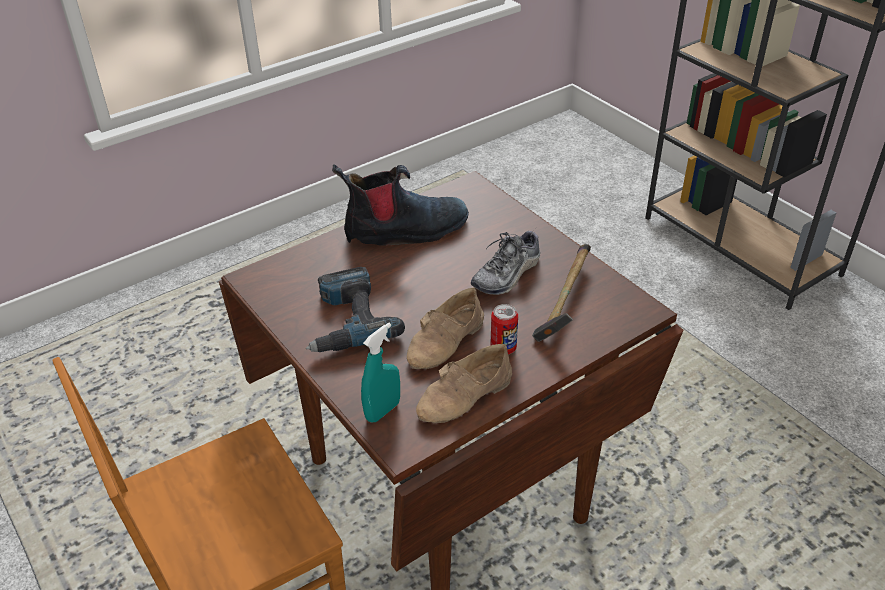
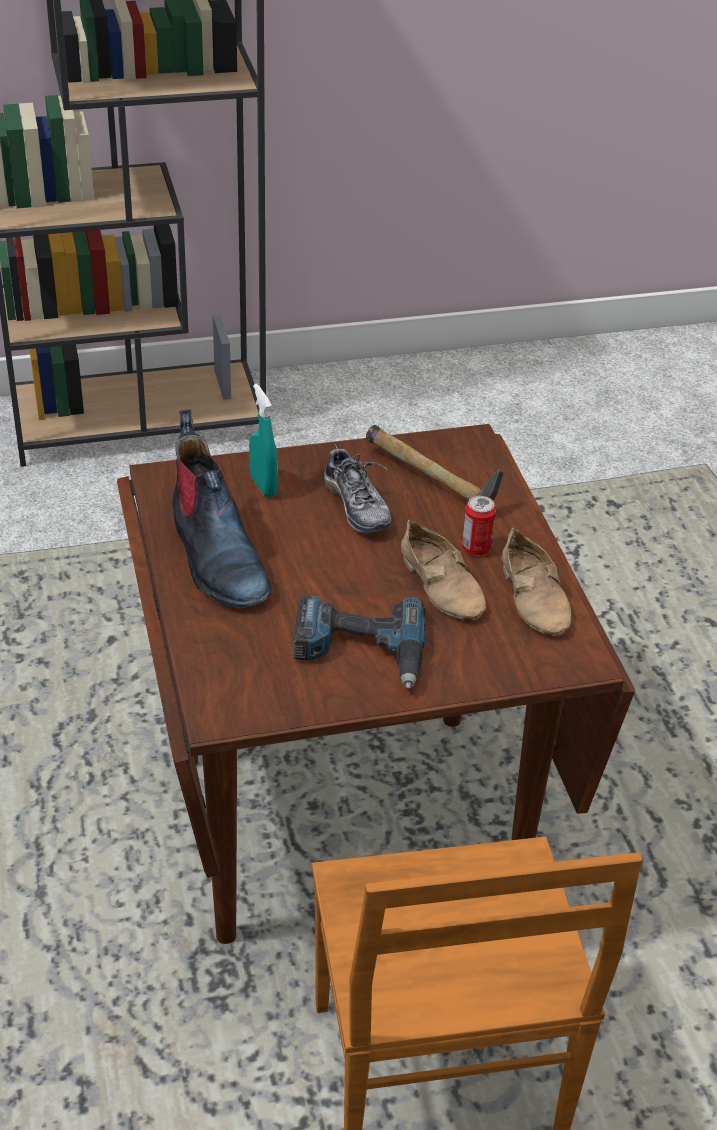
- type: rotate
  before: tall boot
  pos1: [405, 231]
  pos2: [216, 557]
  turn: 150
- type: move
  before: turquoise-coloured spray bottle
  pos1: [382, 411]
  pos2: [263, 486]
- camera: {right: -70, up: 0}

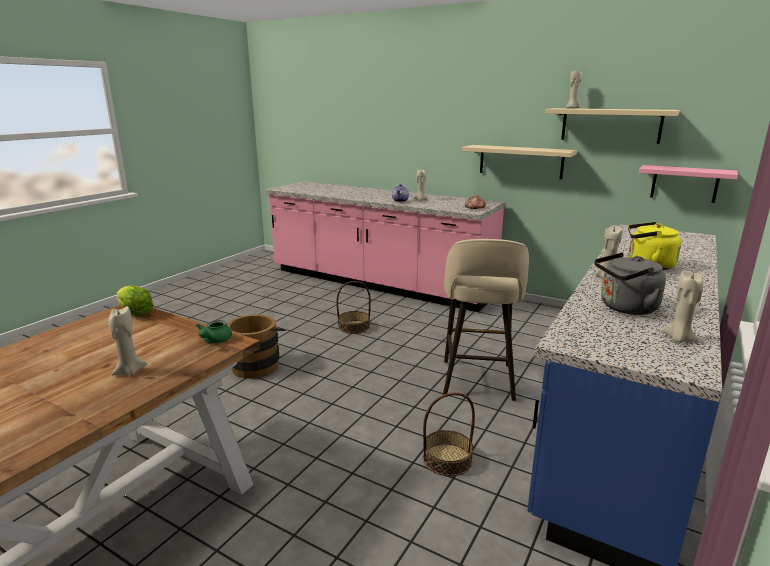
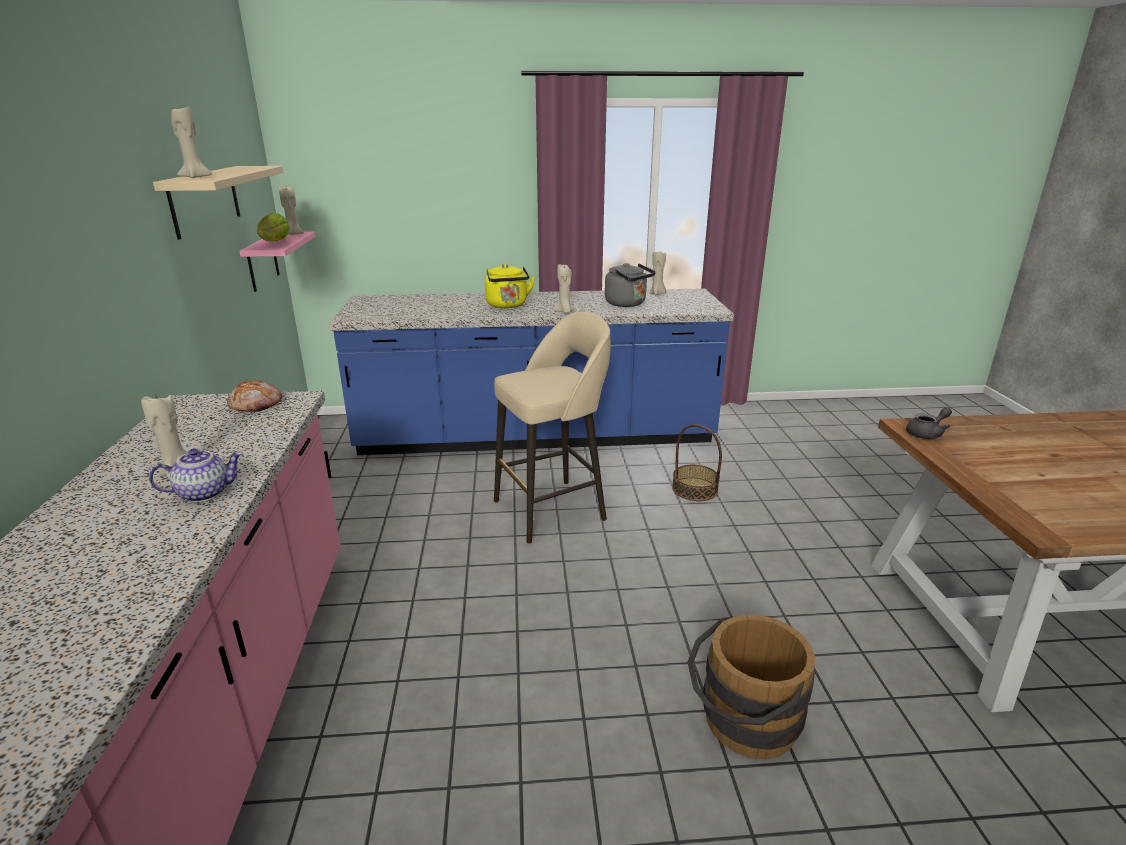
- type: delete
  before: sand-coloured shelf
  pos1: [520, 161]
- type: delete
  before: basket
  pos1: [354, 327]
- type: move
  before: lettuce
  pos1: [135, 313]
  pos2: [275, 241]
- type: move
  before: sand-coloured wax candle
  pos1: [129, 371]
  pos2: [293, 234]
- type: recolor
  before: green pot for tea
  after: greyish pot for tea
  pos1: [214, 341]
  pos2: [927, 434]
- camera: {right: -125, up: 5}

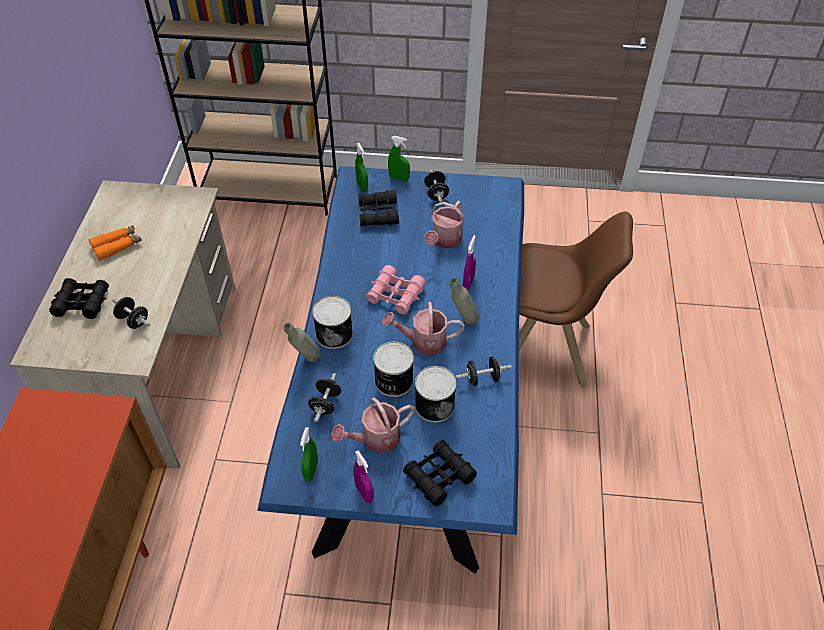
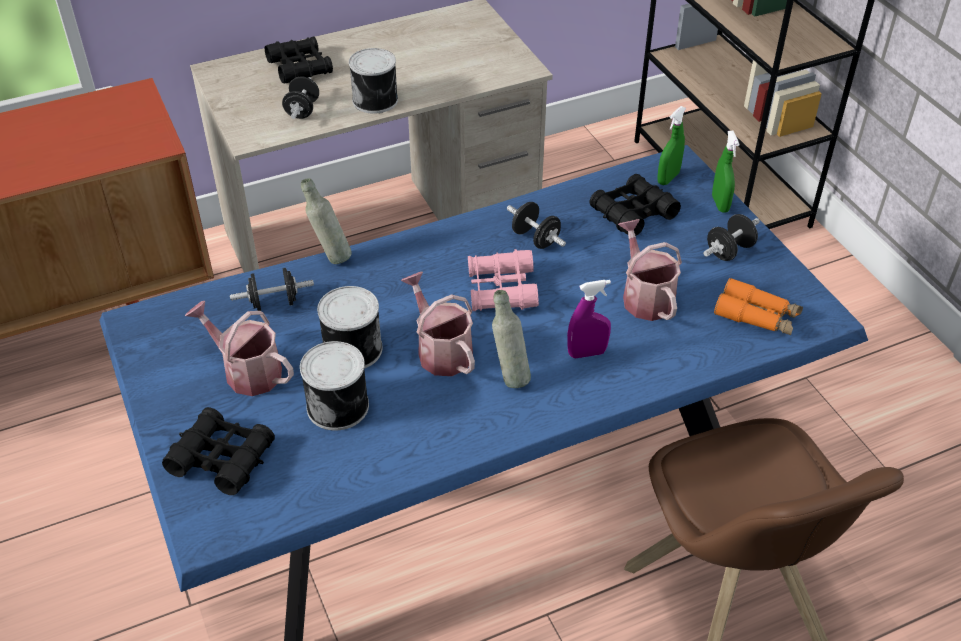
- type: rotate
  before: watering pot
  pos1: [444, 241]
  pos2: [645, 296]
  turn: 75
- type: move
  before: orangey binoculars
  pos1: [117, 246]
  pos2: [757, 316]
- type: move
  before: can
  pos1: [334, 333]
  pos2: [376, 100]
- type: move
  before: black hand weight
  pos1: [482, 378]
  pos2: [535, 238]
- type: delete
  before: green spray bottle
  pos1: [311, 471]
- type: delete
  before: purplish spray bottle
  pos1: [364, 493]
- camera: {right: 60, up: -5}

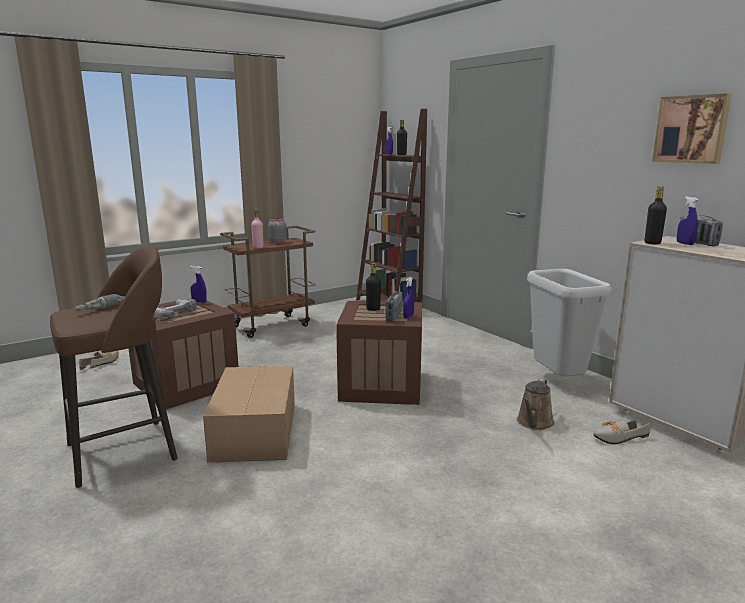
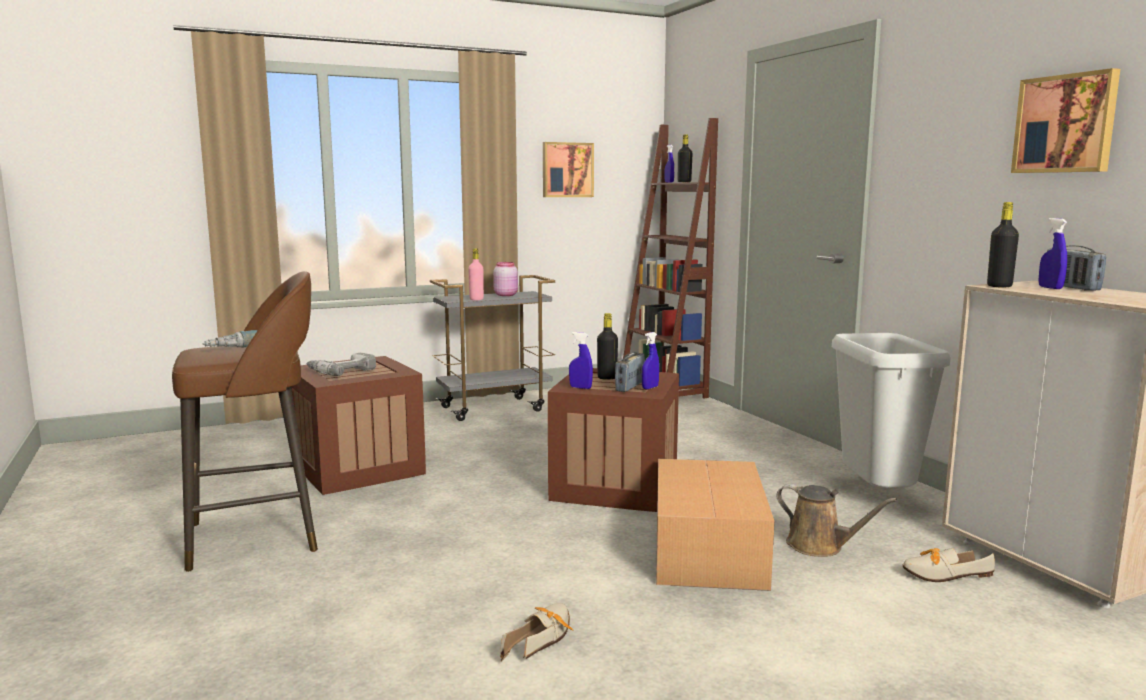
- type: recolor
  before: greyish storage jar
  after: pinkish storage jar
  pos1: [278, 242]
  pos2: [506, 295]
- type: recolor
  before: brown cart
  after: greyish cart
  pos1: [273, 326]
  pos2: [495, 409]
- type: move
  before: bluish spray bottle
  pos1: [199, 302]
  pos2: [580, 388]
- type: move
  before: low shoe
  pos1: [103, 363]
  pos2: [542, 638]
- type: move
  before: cardboard box
  pos1: [256, 429]
  pos2: [709, 548]
- type: rotate
  before: brown watering pot
  pos1: [534, 423]
  pos2: [820, 546]
  turn: -90
- type: insert
  after: picture
  pos2: [567, 170]
- camera: {right: 10, up: -5}

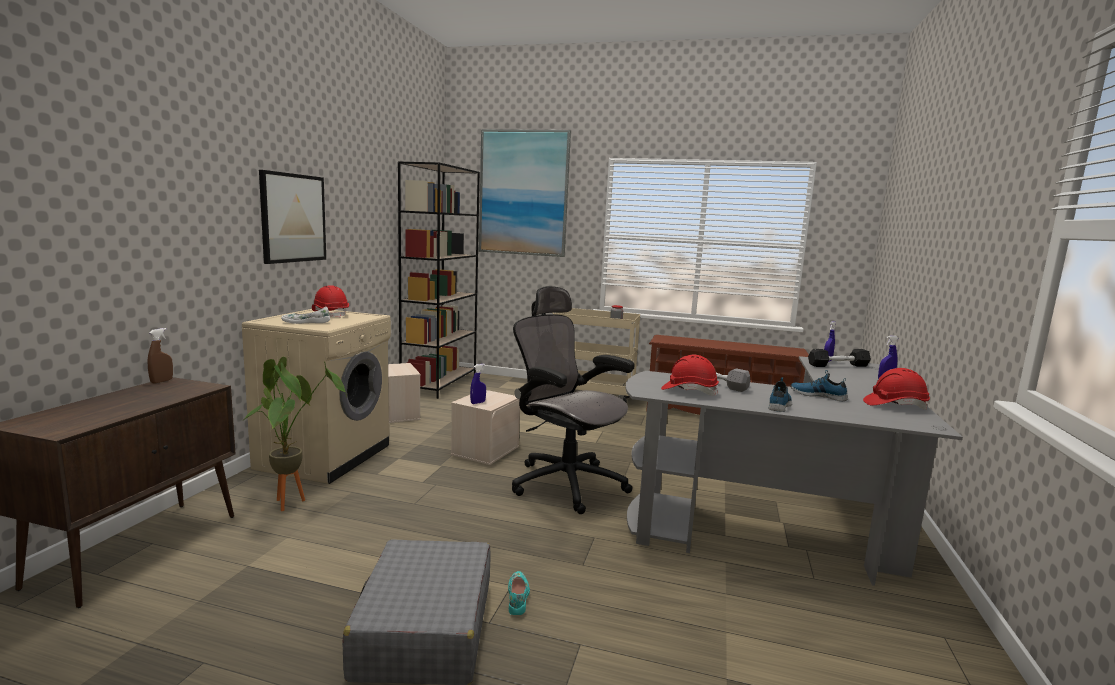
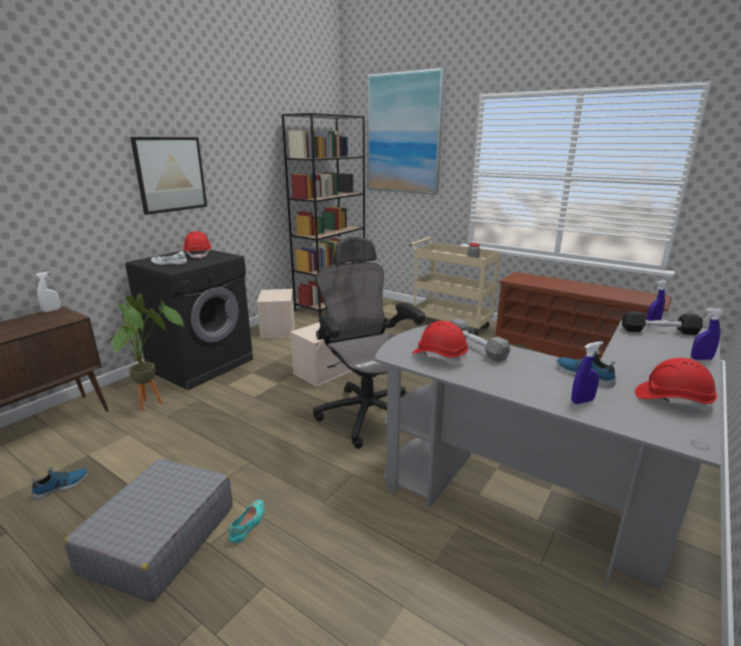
- type: recolor
  before: sand-coloured washing machine
  after: black washing machine
  pos1: [327, 457]
  pos2: [203, 365]
- type: recolor
  before: brown spray bottle
  after: whitish spray bottle
  pos1: [161, 381]
  pos2: [52, 310]
- type: move
  before: bluish spray bottle
  pos1: [478, 403]
  pos2: [582, 401]
- type: move
  before: low shoe
  pos1: [780, 404]
  pos2: [62, 486]
- camera: {right: 20, up: 10}

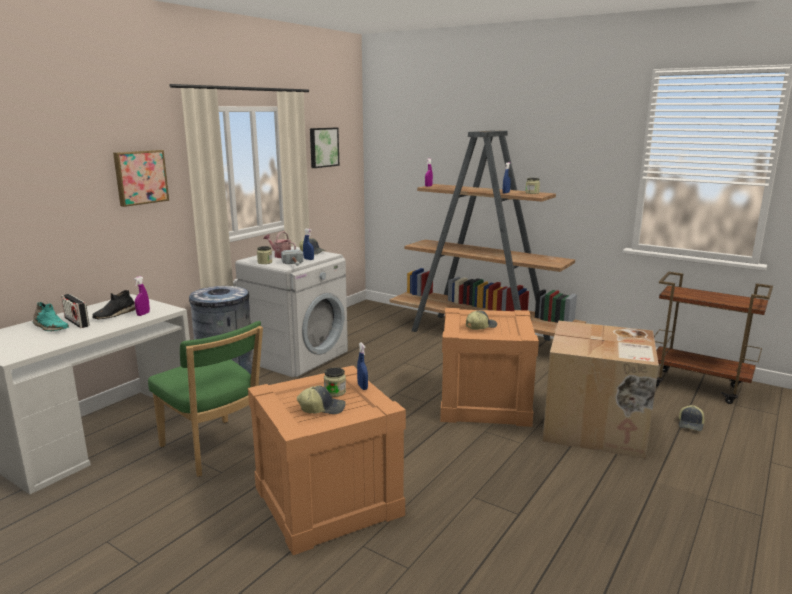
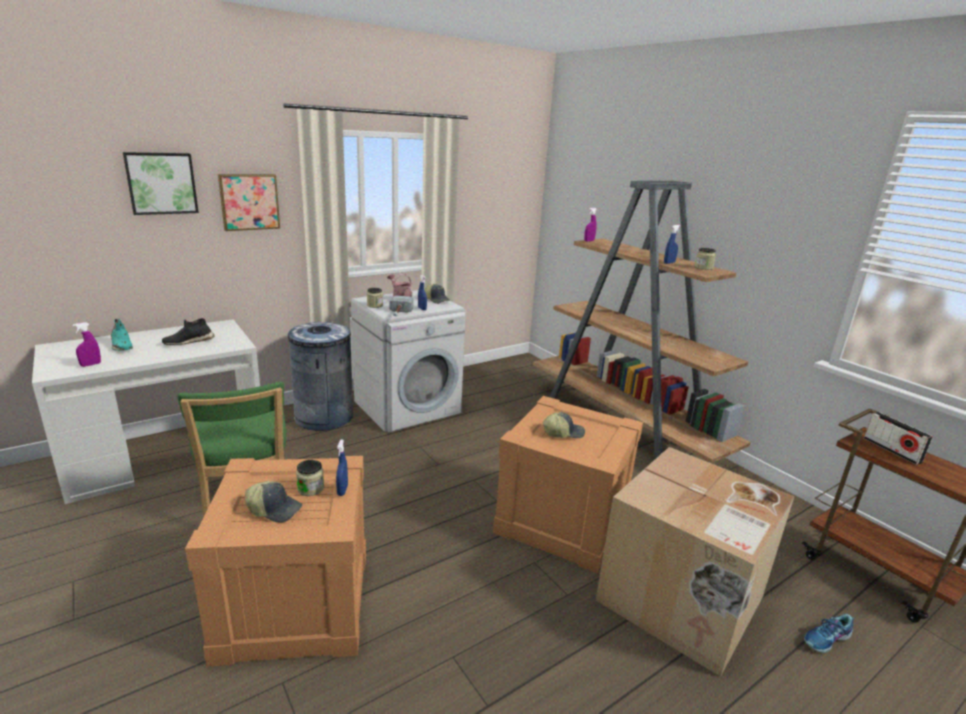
- type: move
  before: picture
  pos1: [323, 147]
  pos2: [161, 183]
- type: move
  before: purplish spray bottle
  pos1: [143, 314]
  pos2: [91, 364]
- type: move
  before: radio
  pos1: [77, 322]
  pos2: [891, 450]
- type: replace
  before: baseball cap
  after: low shoe
  pos1: [691, 424]
  pos2: [827, 640]
- camera: {right: 20, up: 5}

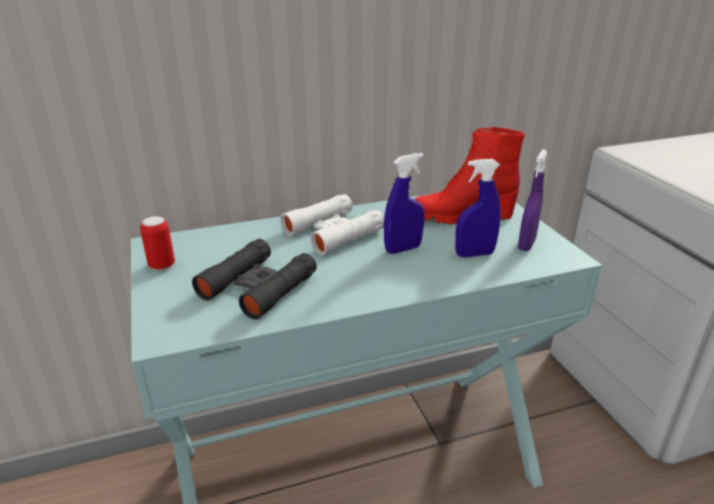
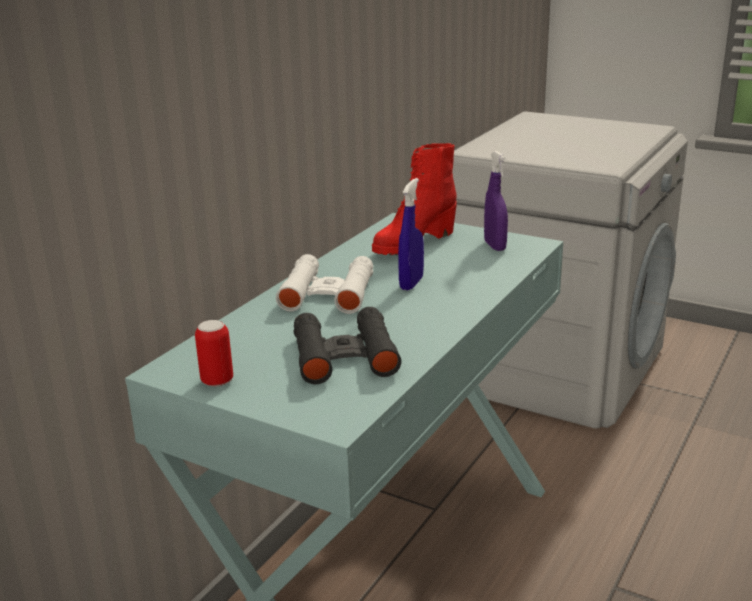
- type: delete
  before: bluish spray bottle
  pos1: [474, 254]
- camera: {right: -40, up: -5}

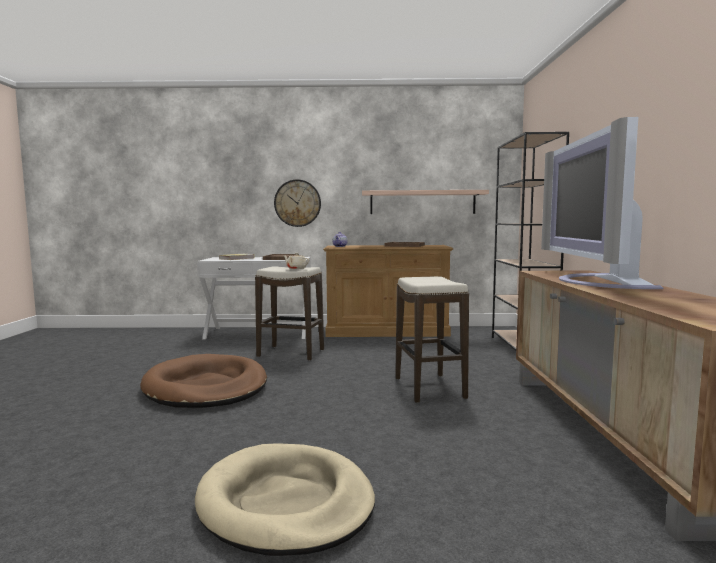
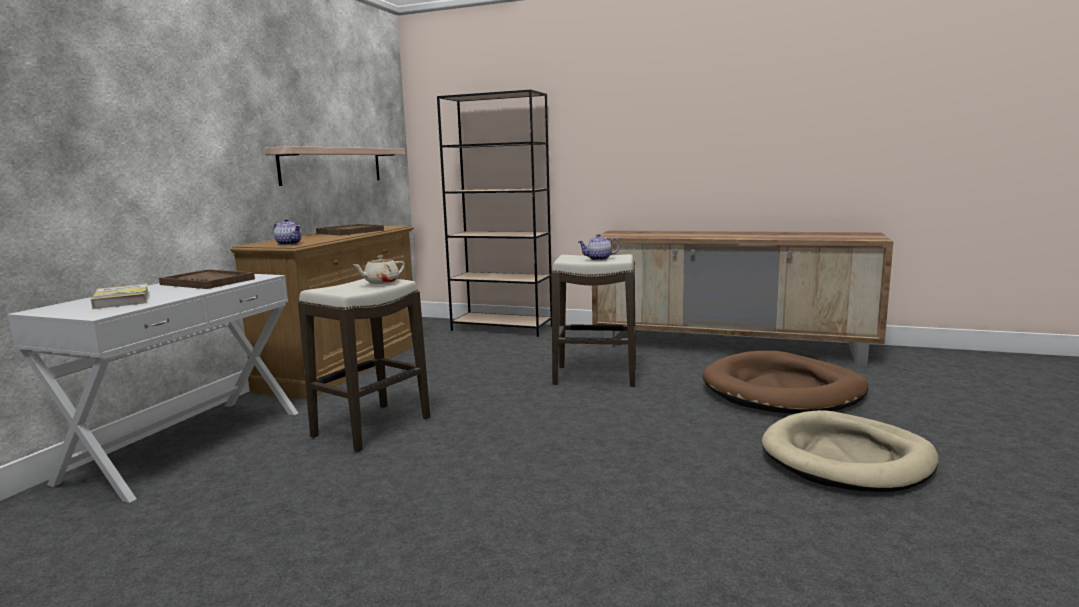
- type: delete
  before: TV
  pos1: [596, 281]
- type: delete
  before: wall clock
  pos1: [297, 203]
- type: move
  before: brown dog bed
  pos1: [206, 387]
  pos2: [783, 390]
- type: insert
  after: pot for tea
  pos2: [598, 259]
- camera: {right: -70, up: 5}

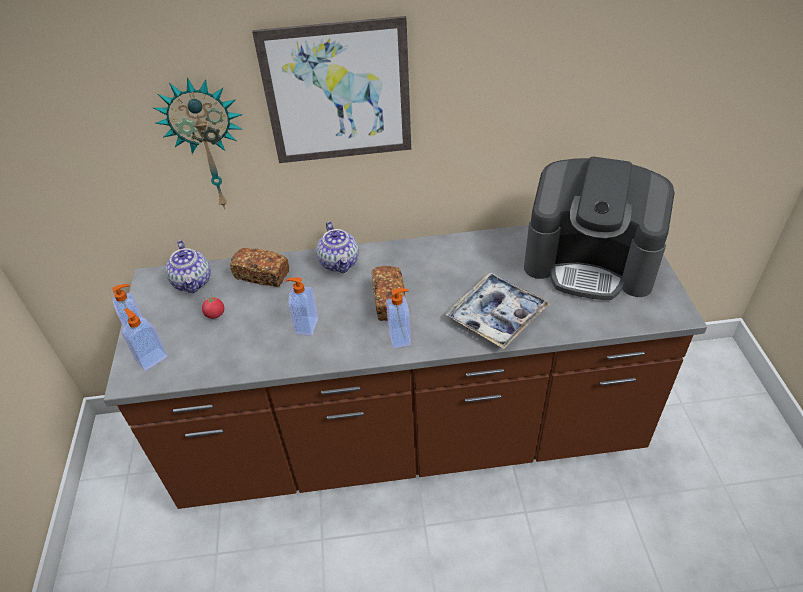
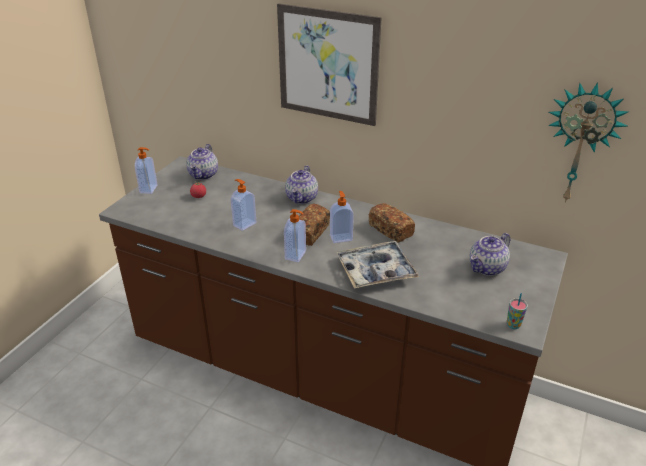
- type: move
  before: wall clock
  pos1: [208, 145]
  pos2: [580, 143]
- type: replace
  before: coffee machine
  after: pot for tea
  pos1: [590, 261]
  pos2: [487, 268]
- type: move
  before: baked bread
  pos1: [262, 275]
  pos2: [391, 230]
- type: move
  before: soap bottle
  pos1: [151, 358]
  pos2: [341, 237]
- type: insert
  after: small cup
  pos2: [513, 325]
- camera: {right: 30, up: -10}

